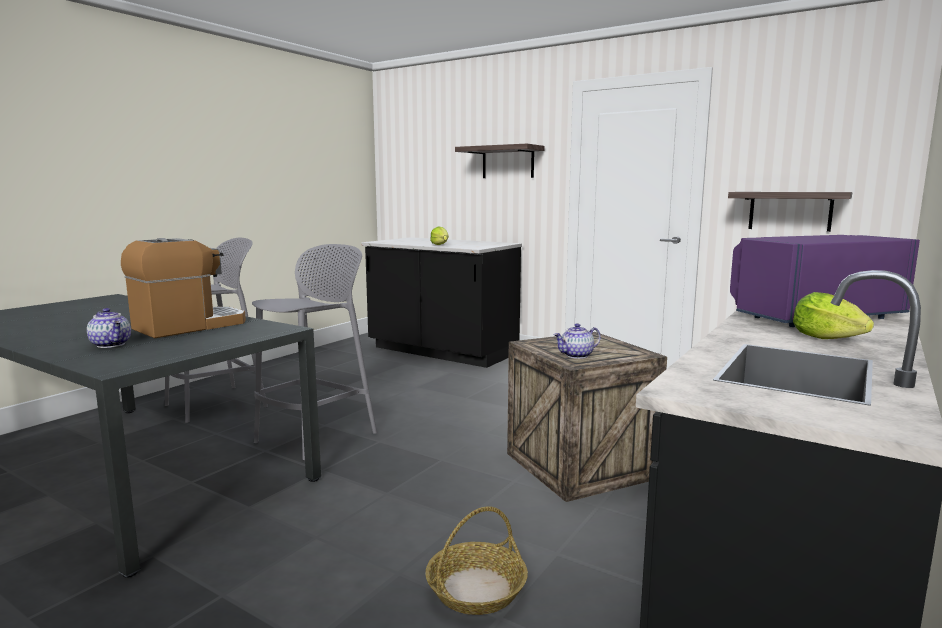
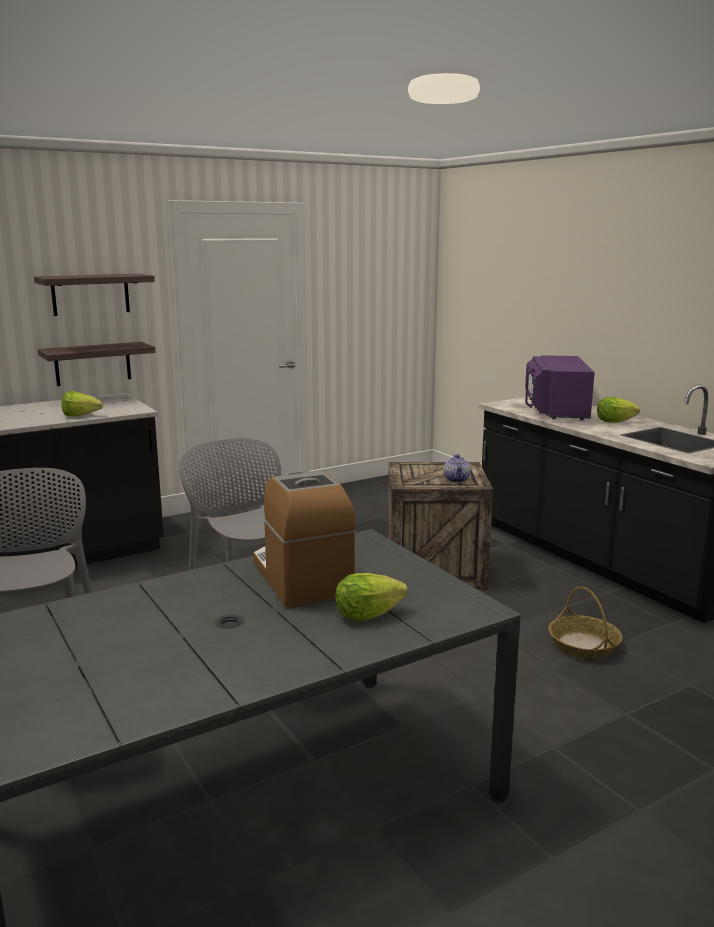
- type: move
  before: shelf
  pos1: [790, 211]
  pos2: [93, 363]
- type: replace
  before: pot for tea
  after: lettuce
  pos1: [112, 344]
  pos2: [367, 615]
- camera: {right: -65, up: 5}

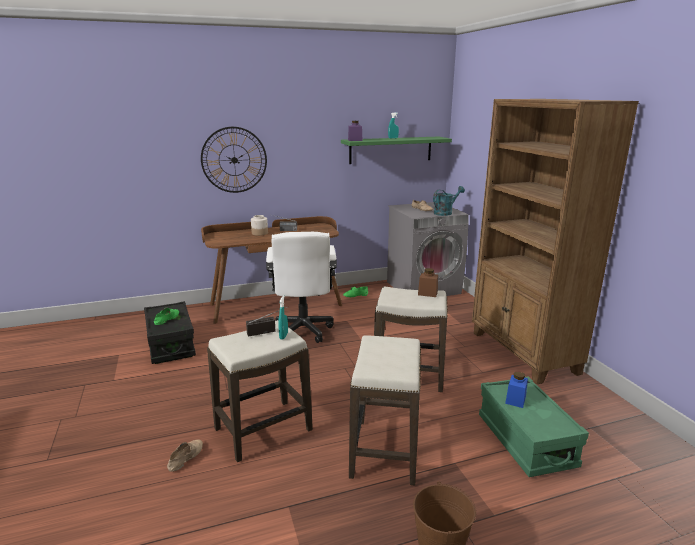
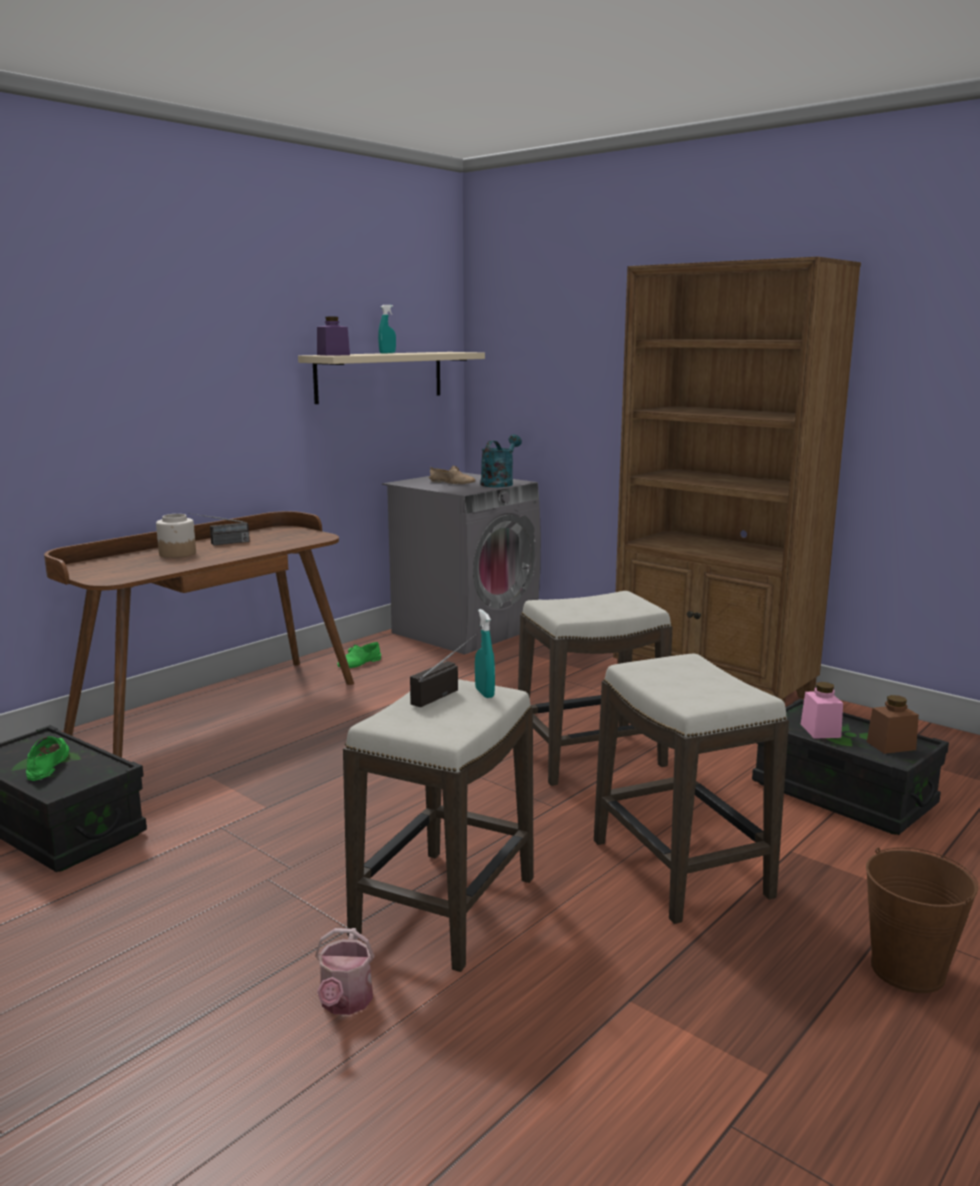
- type: delete
  before: wall clock
  pos1: [234, 160]
- type: recolor
  before: green shelf
  after: sand-coloured shelf
  pos1: [390, 150]
  pos2: [380, 376]
- type: delete
  before: whitish desk chair
  pos1: [303, 333]
- type: move
  before: brown storage jar
  pos1: [427, 293]
  pos2: [891, 745]
- type: recolor
  before: bluish storage jar
  after: pinkish storage jar
  pos1: [515, 400]
  pos2: [820, 730]
- type: recolor
  before: green storage box
  after: black storage box
  pos1: [525, 441]
  pos2: [842, 794]
- type: replace
  before: sand-coloured low shoe
  after: watering pot
  pos1: [185, 457]
  pos2: [345, 1003]
- camera: {right: -30, up: -5}

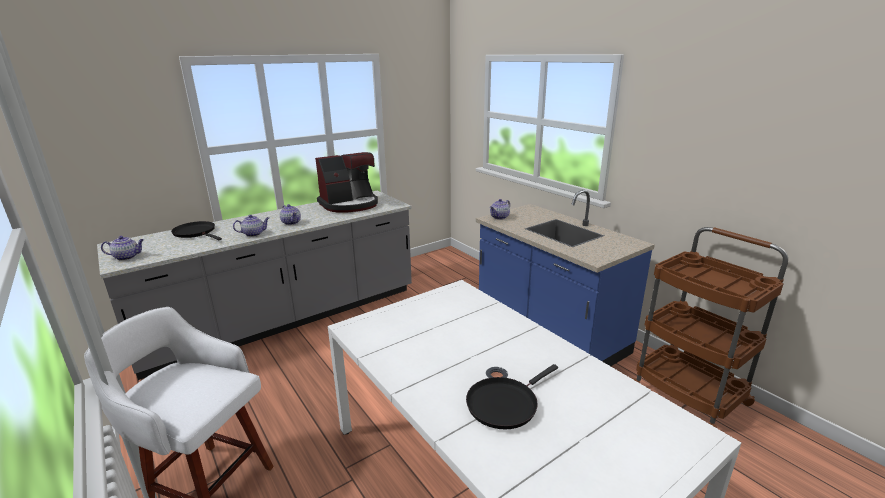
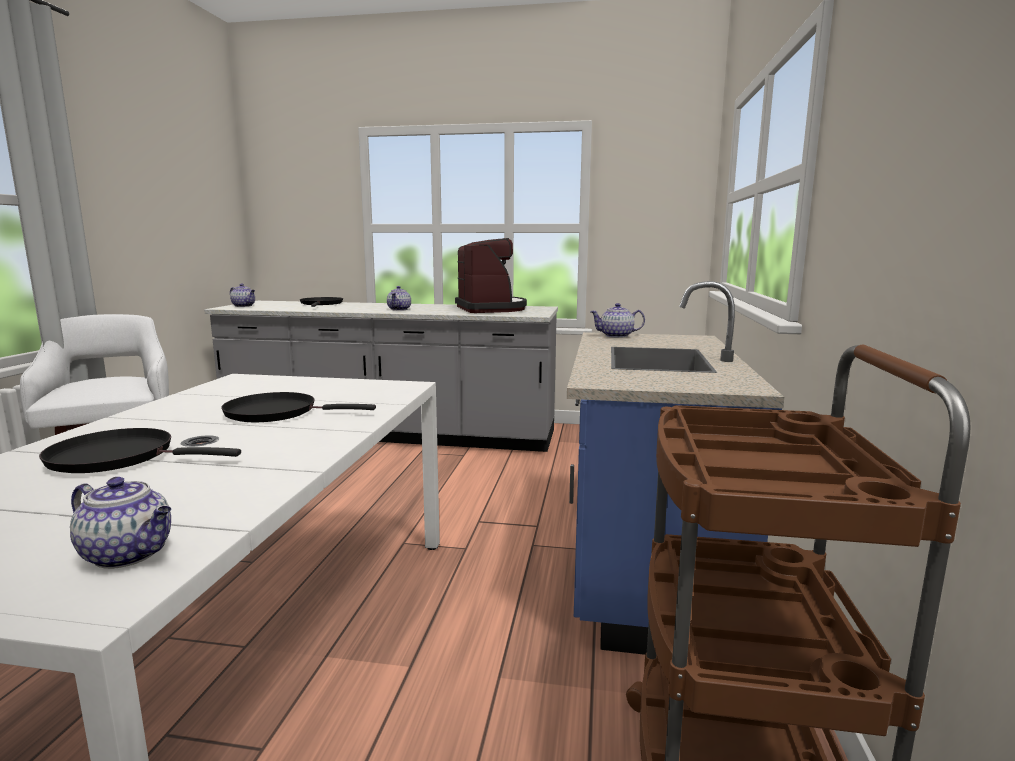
- type: rotate
  before: coffee machine
  pos1: [350, 204]
  pos2: [491, 309]
  turn: -120
- type: move
  before: pot for tea
  pos1: [254, 234]
  pos2: [129, 554]
- type: insert
  after: black skillet
  pos2: [277, 413]
- camera: {right: 45, up: -10}

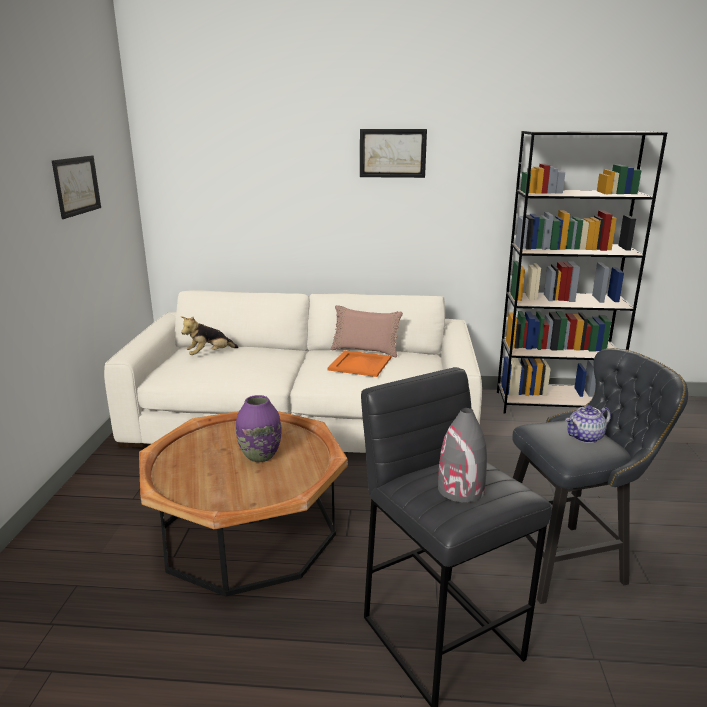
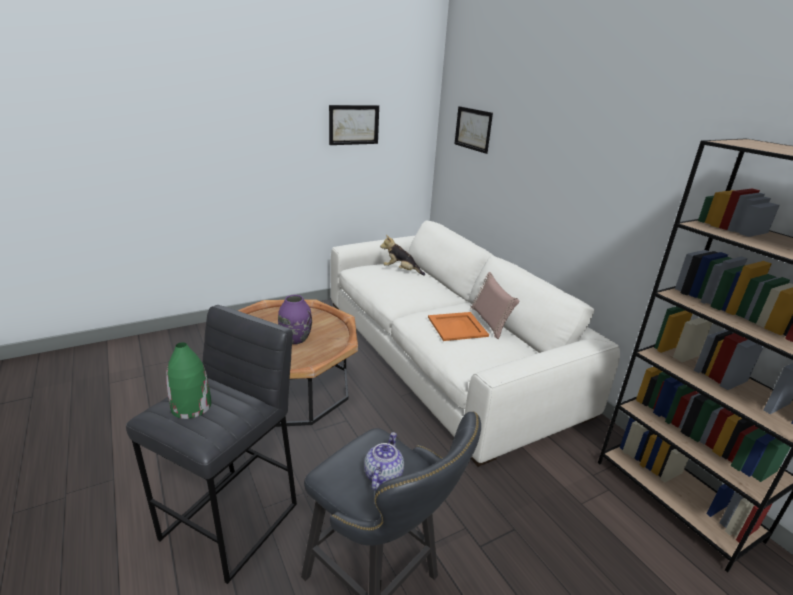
- type: move
  before: picture
  pos1: [392, 153]
  pos2: [473, 129]
- type: rotate
  before: pot for tea
  pos1: [585, 437]
  pos2: [382, 475]
  turn: 75
- type: recolor
  before: greyish decorative vase
  after: green decorative vase
  pos1: [461, 490]
  pos2: [191, 407]
- camera: {right: 55, up: 5}

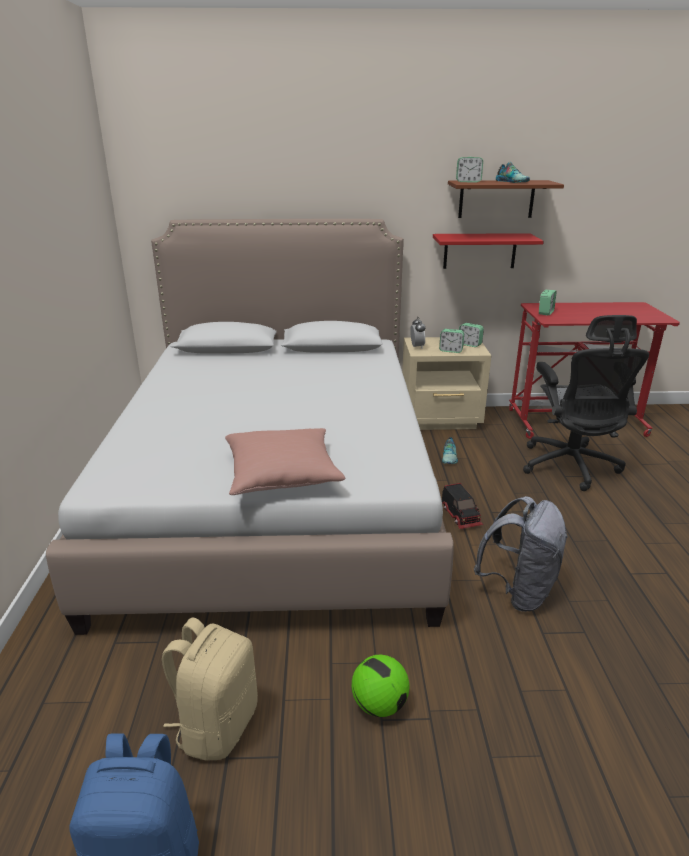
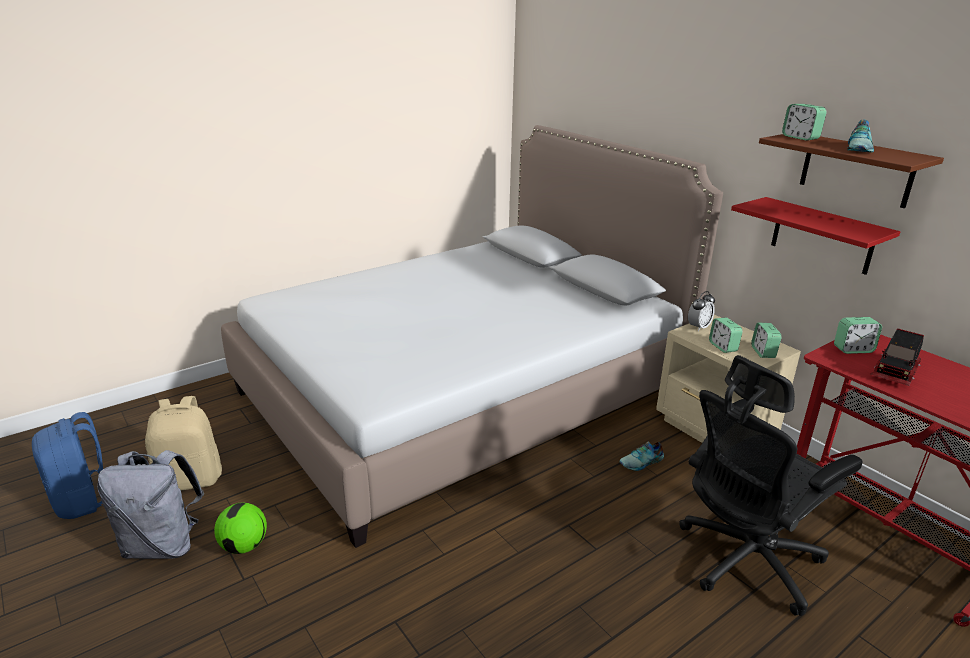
- type: delete
  before: pinkish throw pillow
  pos1: [282, 474]
- type: move
  before: toy truck
  pos1: [460, 516]
  pos2: [896, 372]
- type: move
  before: greyish knapsack
  pos1: [518, 592]
  pos2: [163, 545]
- camera: {right: 55, up: 0}

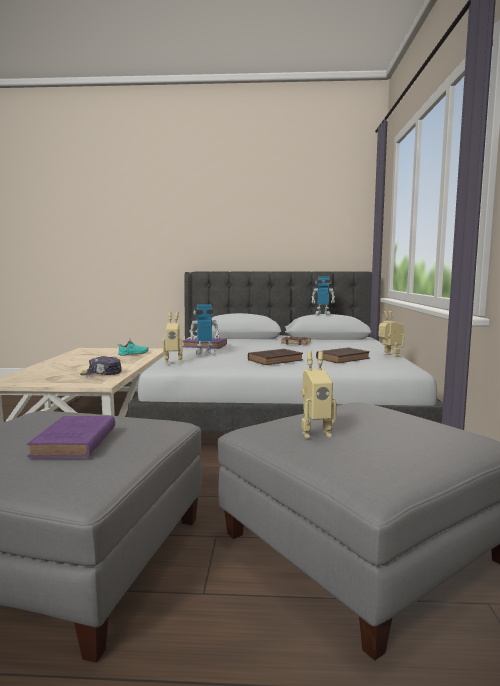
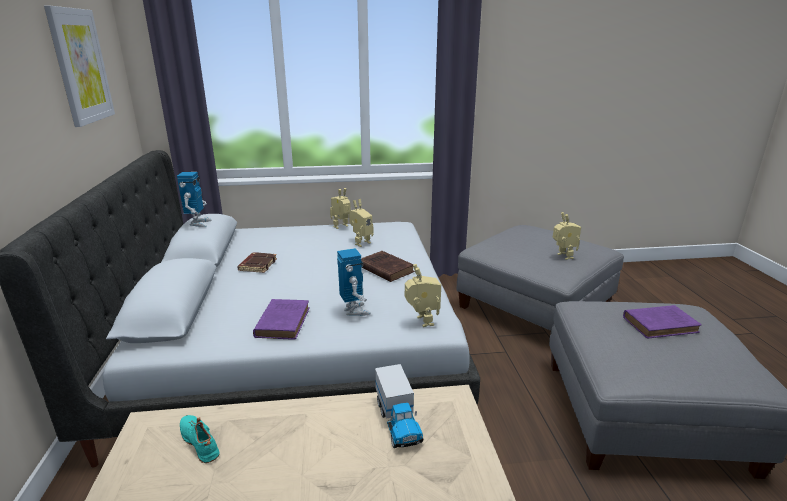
- type: replace
  before: brown book
  after: toy robot
  pos1: [343, 358]
  pos2: [361, 243]
- type: replace
  before: baseball cap
  after: toy truck
  pos1: [101, 374]
  pos2: [398, 421]
- type: insert
  after: picture
  pos2: [80, 66]
- camera: {right: -100, up: 15}

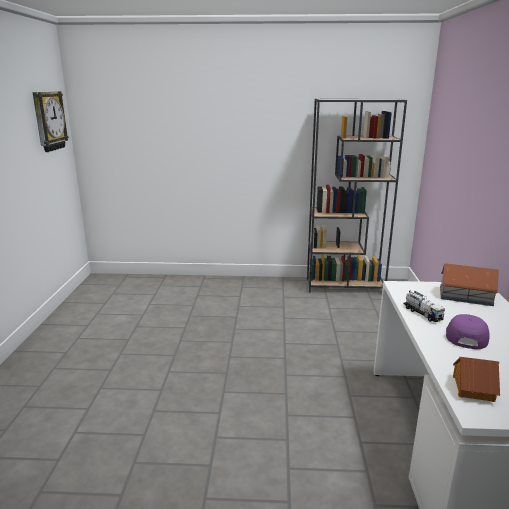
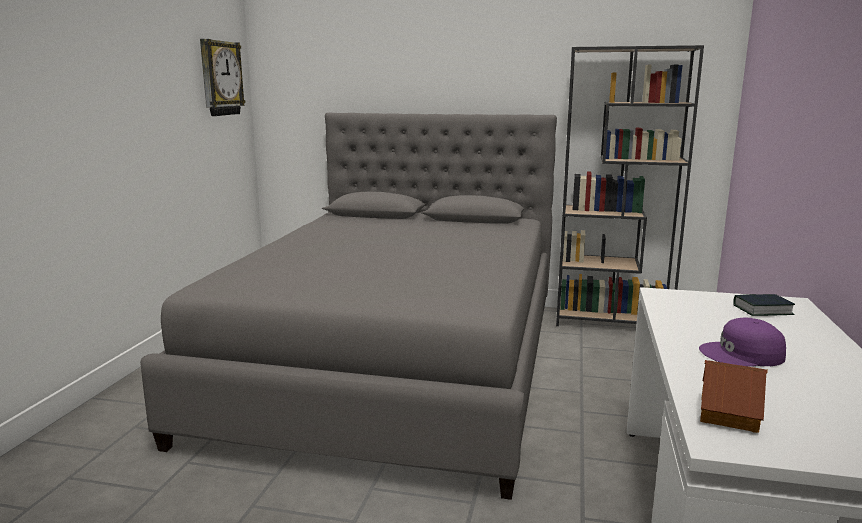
- type: replace
  before: miniature house
  after: book
  pos1: [465, 295]
  pos2: [762, 310]
- type: delete
  before: toy truck
  pos1: [422, 313]
- type: rotate
  before: purplish baseball cap
  pos1: [465, 336]
  pos2: [742, 354]
  turn: -120
- type: insert
  after: greyish bed
  pos2: [397, 362]
- camera: {right: 10, up: -5}

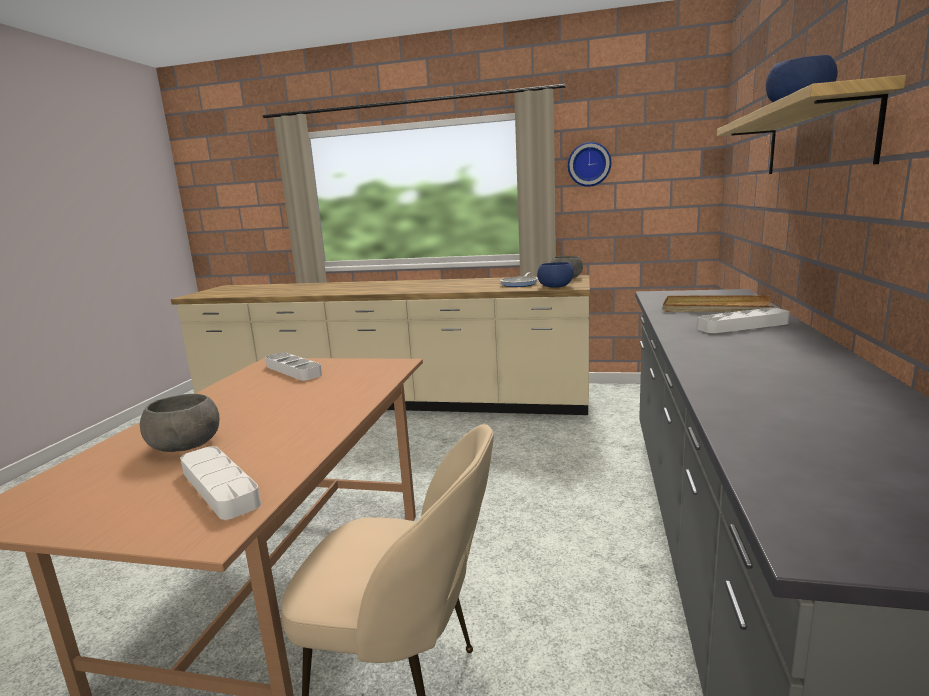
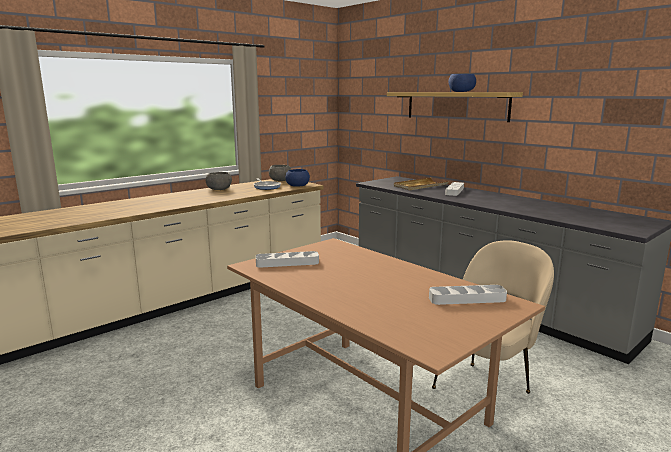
- type: delete
  before: wall clock
  pos1: [589, 164]
- type: move
  before: greyish bowl
  pos1: [186, 444]
  pos2: [219, 189]
- camera: {right: -55, up: 0}

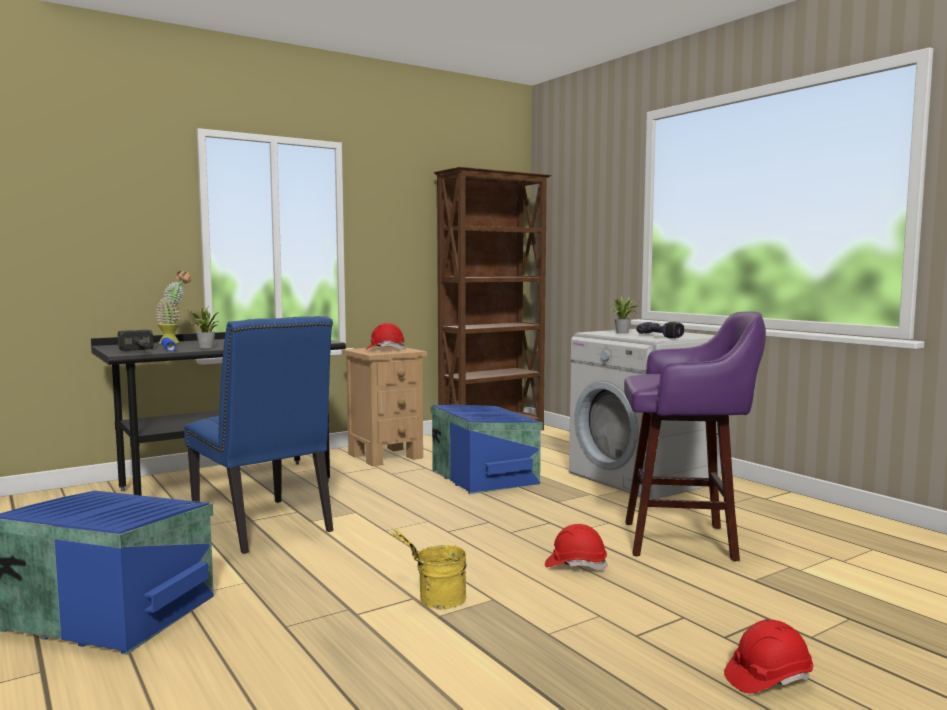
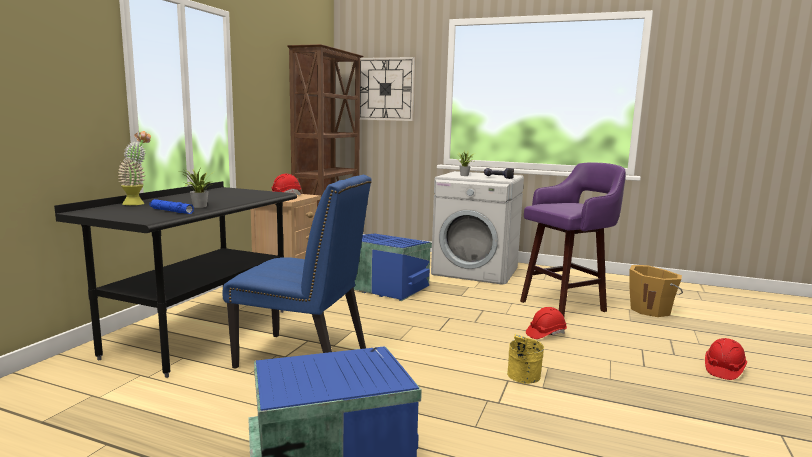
- type: delete
  before: tool hammer
  pos1: [140, 351]
- type: insert
  after: wall clock
  pos2: [385, 89]
- type: insert
  after: orangey pail
  pos2: [651, 310]
- camera: {right: -35, up: 5}

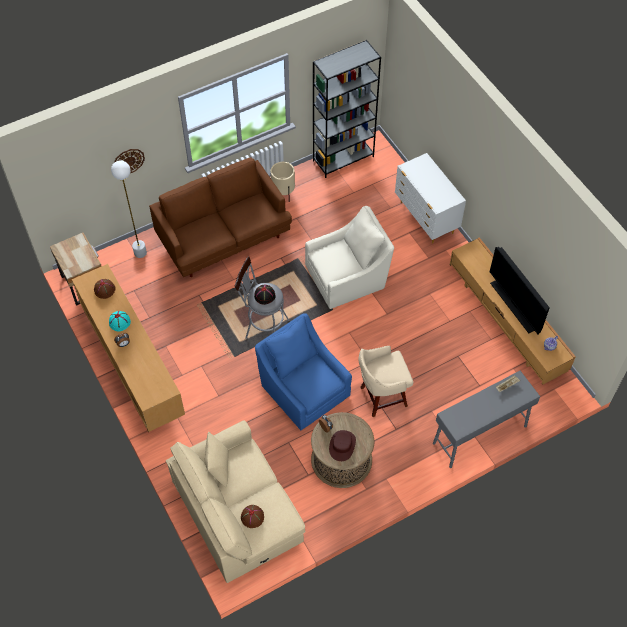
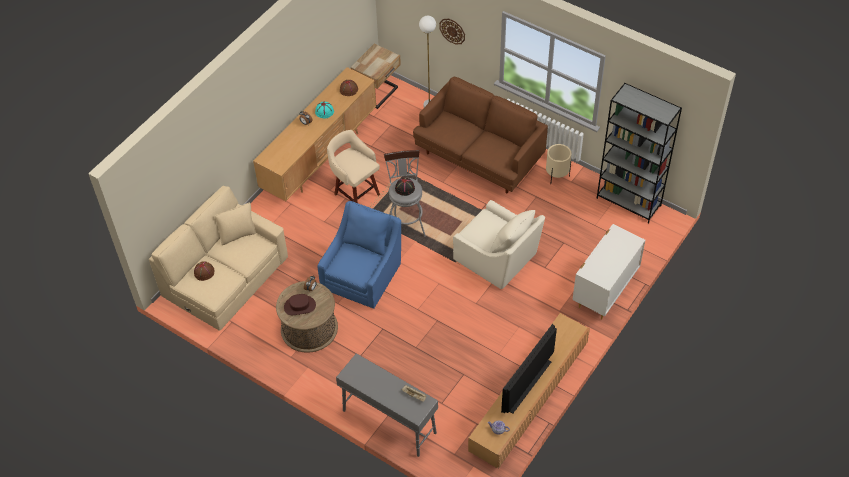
- type: move
  before: sand-coloured sitting stool
  pos1: [381, 397]
  pos2: [355, 193]
- camera: {right: 65, up: -5}

